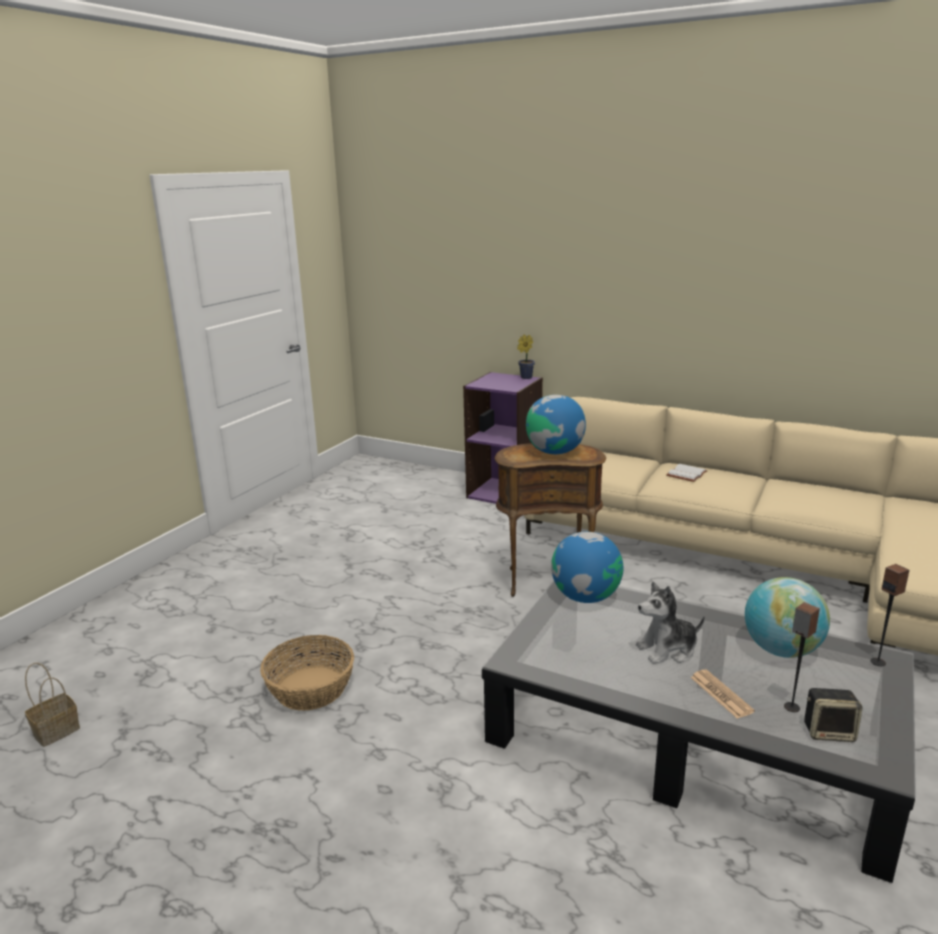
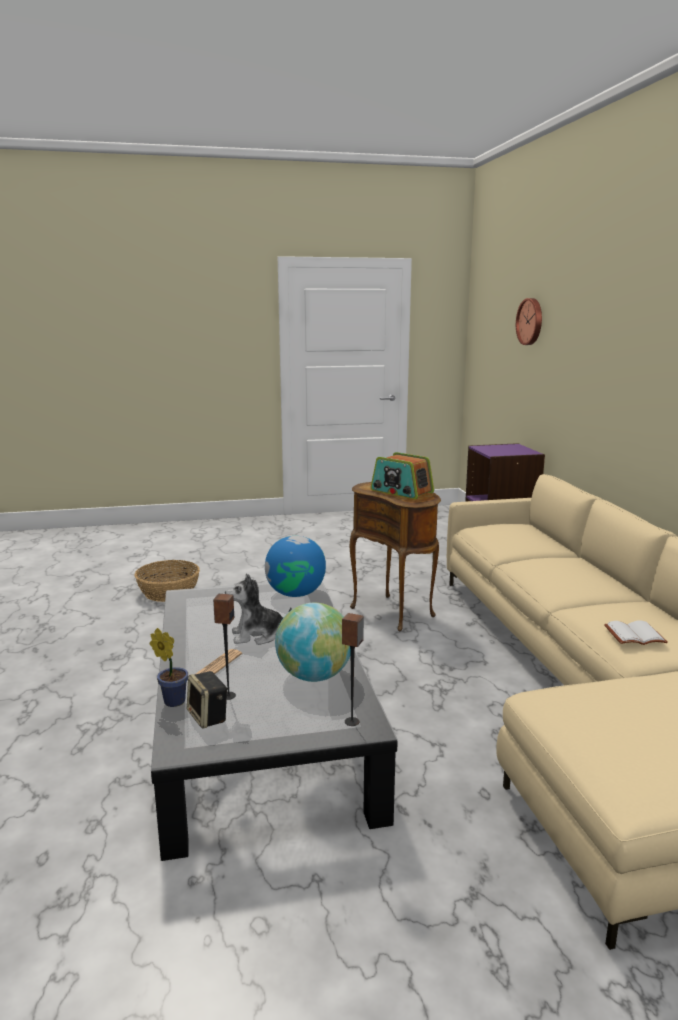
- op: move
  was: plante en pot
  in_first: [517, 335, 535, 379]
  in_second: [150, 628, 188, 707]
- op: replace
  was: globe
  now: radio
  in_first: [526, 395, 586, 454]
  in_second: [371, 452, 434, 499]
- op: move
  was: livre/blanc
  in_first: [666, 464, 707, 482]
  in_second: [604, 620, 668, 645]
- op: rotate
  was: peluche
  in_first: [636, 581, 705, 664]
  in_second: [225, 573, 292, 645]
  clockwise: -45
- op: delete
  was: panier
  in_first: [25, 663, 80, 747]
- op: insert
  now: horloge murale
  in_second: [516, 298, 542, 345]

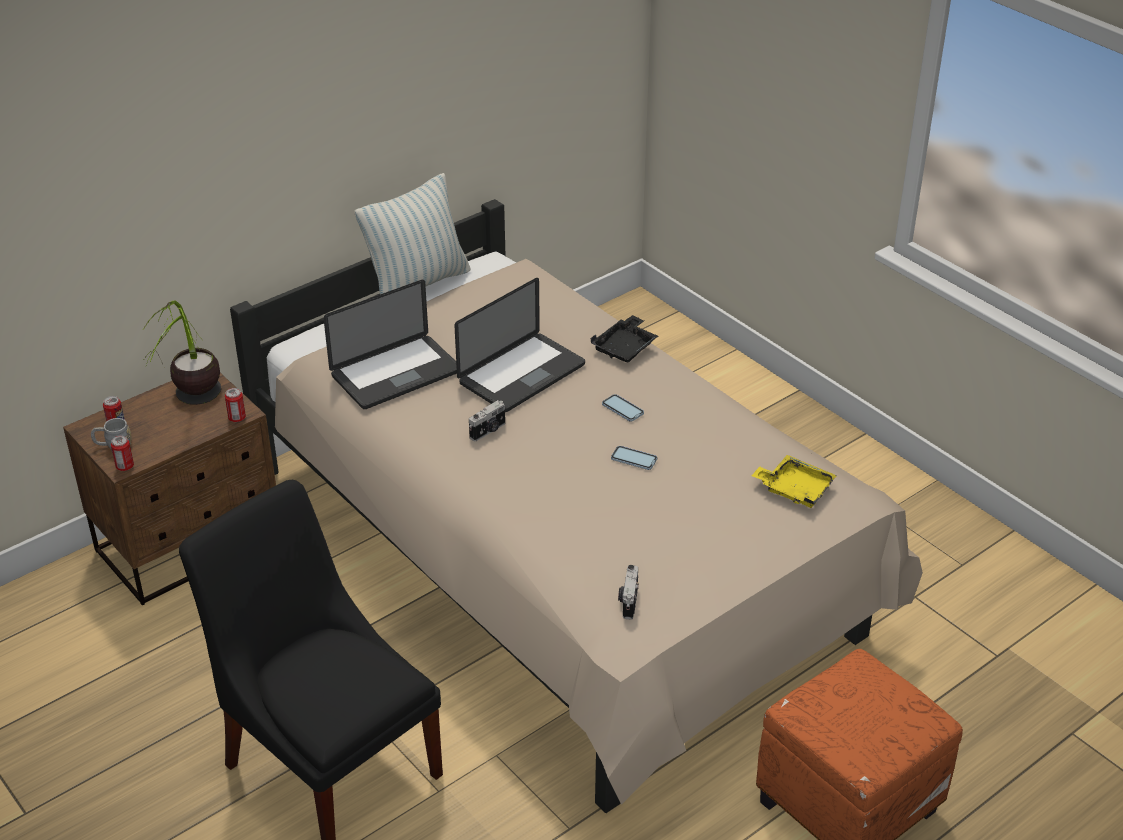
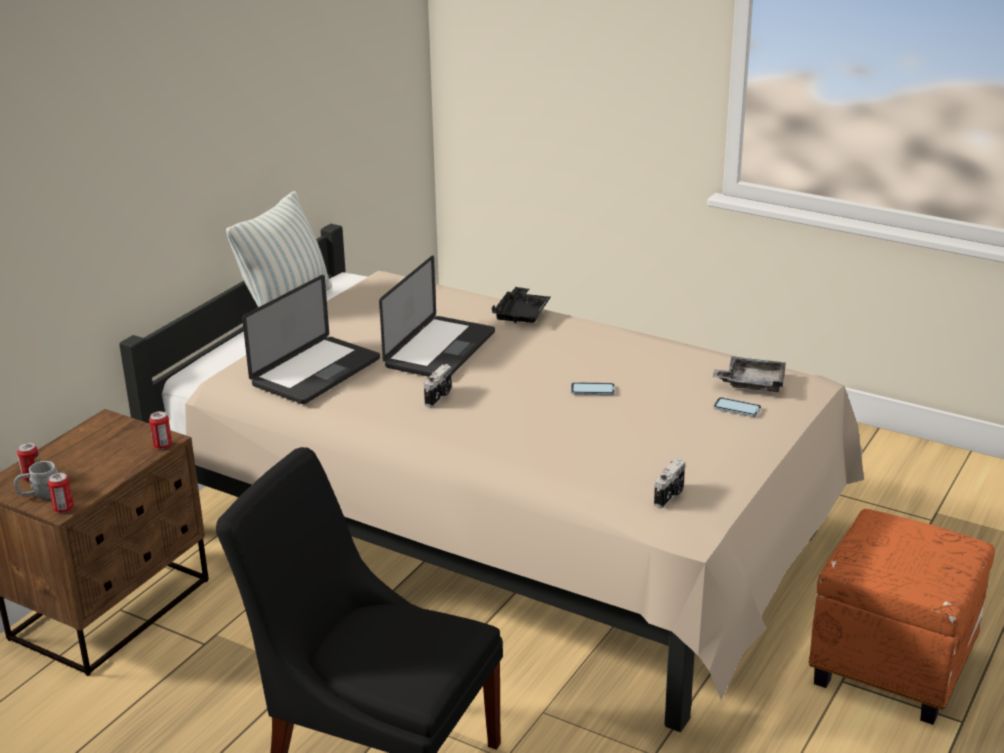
- op: delete
  was: plante en pot
  in_first: [143, 300, 221, 405]
- op: move
  was: téléphone
  in_first: [602, 394, 644, 422]
  in_second: [713, 397, 761, 417]
- op: recolor
  was: plateau/jaune
  now: plateau/gris
  in_first: [751, 455, 837, 508]
  in_second: [713, 356, 786, 392]
- op: rotate
  was: appareil photo
  in_first: [618, 565, 639, 620]
  in_second: [654, 459, 685, 508]
  clockwise: -135

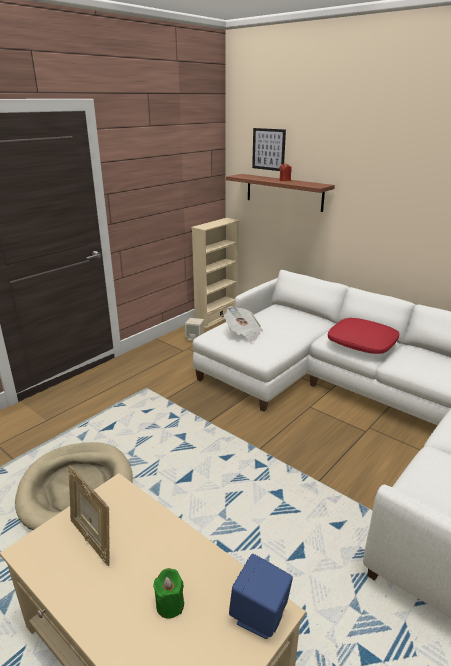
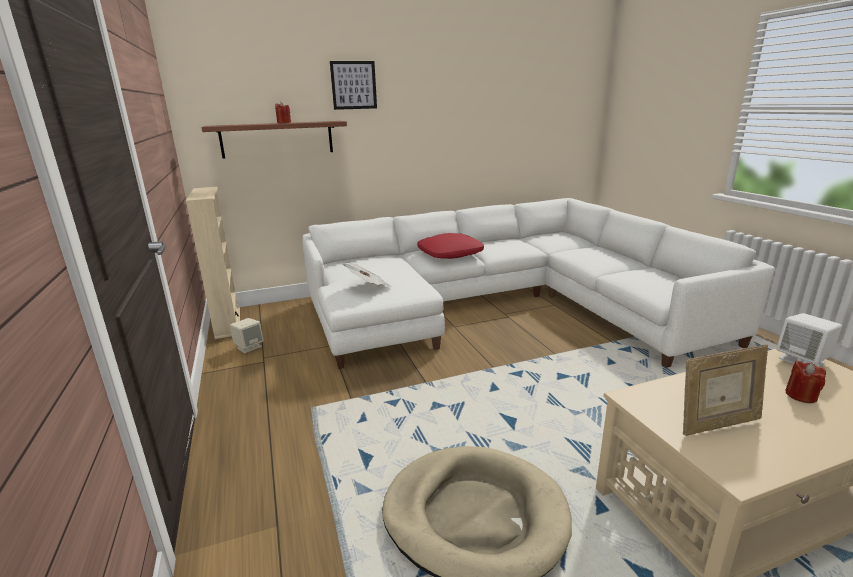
- op: move
  was: tableau
  in_first: [252, 128, 286, 171]
  in_second: [330, 61, 377, 110]
- op: recolor
  was: enceinte/bleu
  now: enceinte/blanc
  in_first: [229, 554, 293, 639]
  in_second: [776, 313, 842, 367]
- op: recolor
  was: bougie/vert
  now: bougie/rouge
  in_first: [153, 568, 184, 619]
  in_second: [785, 360, 826, 403]

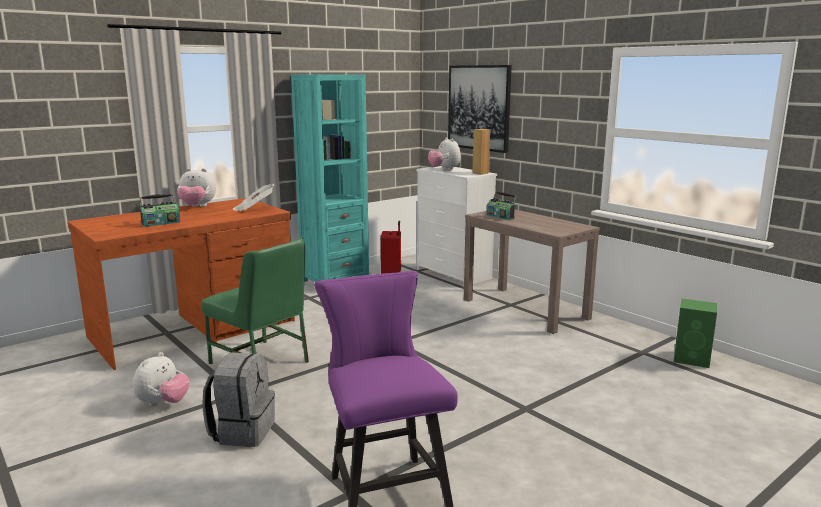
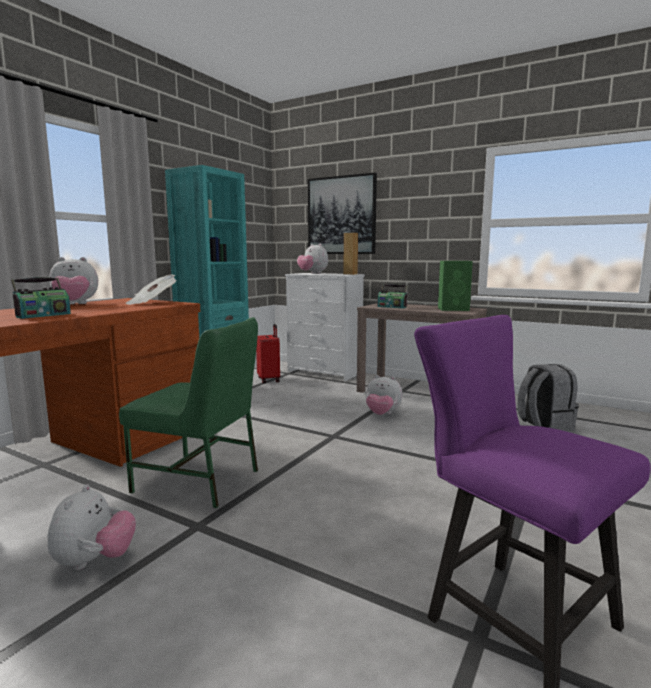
- op: move
  was: enceinte/vert
  in_first: [674, 299, 717, 368]
  in_second: [438, 261, 473, 311]
- op: move
  was: sac à dos/gris
  in_first: [202, 352, 275, 447]
  in_second: [517, 364, 579, 432]
- op: insert
  now: peluche
  in_second: [366, 375, 403, 415]

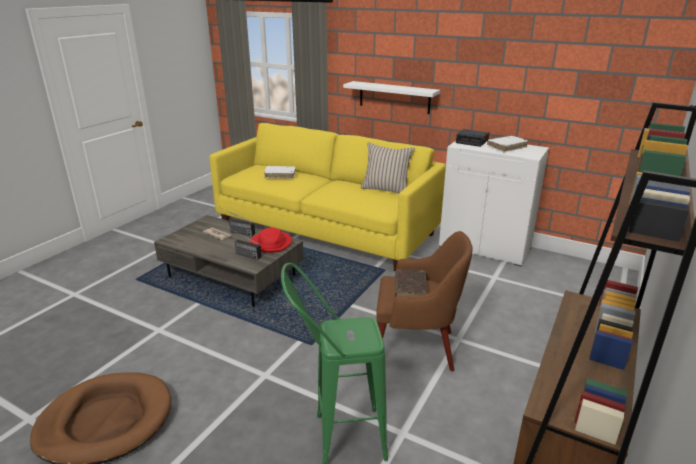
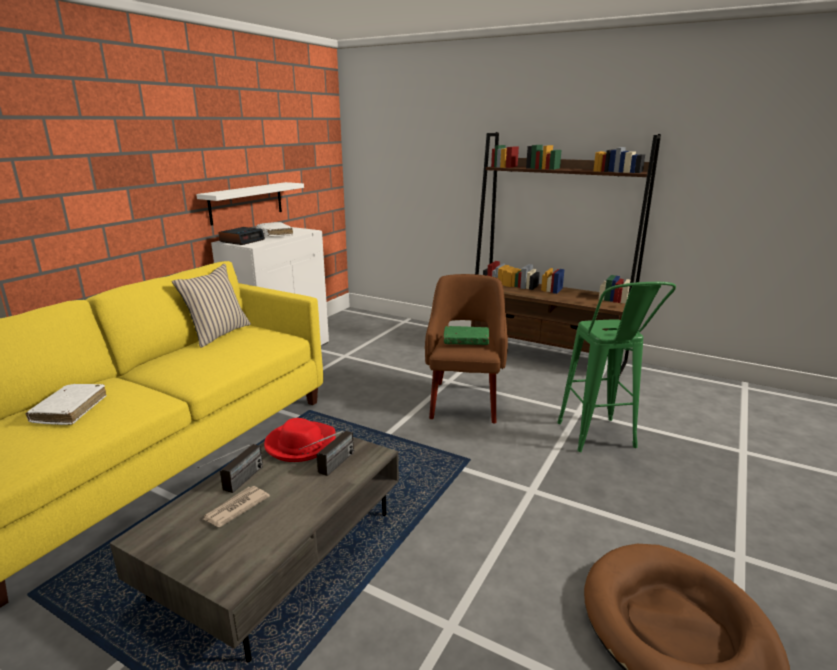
- op: move
  was: étagère/blanc
  in_first: [343, 81, 440, 114]
  in_second: [196, 182, 304, 226]
- op: recolor
  was: livre/marron
  now: livre/vert
  in_first: [395, 269, 427, 298]
  in_second: [444, 326, 489, 345]

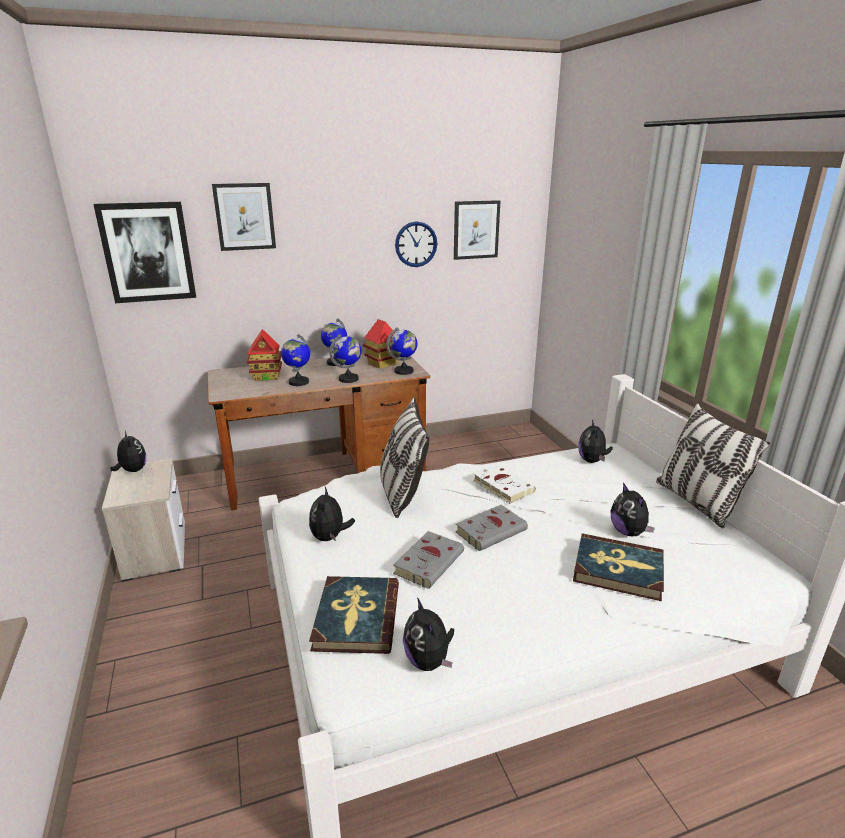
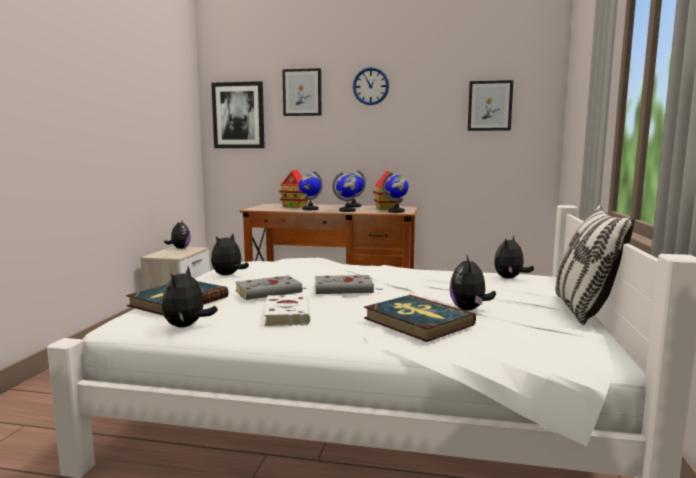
- op: move
  was: horloge murale
  in_first: [395, 221, 437, 267]
  in_second: [353, 67, 389, 105]
- op: delete
  was: coussin
  in_first: [380, 397, 429, 518]
- op: move
  was: livre/blanc
  in_first: [473, 464, 536, 504]
  in_second: [264, 294, 310, 326]

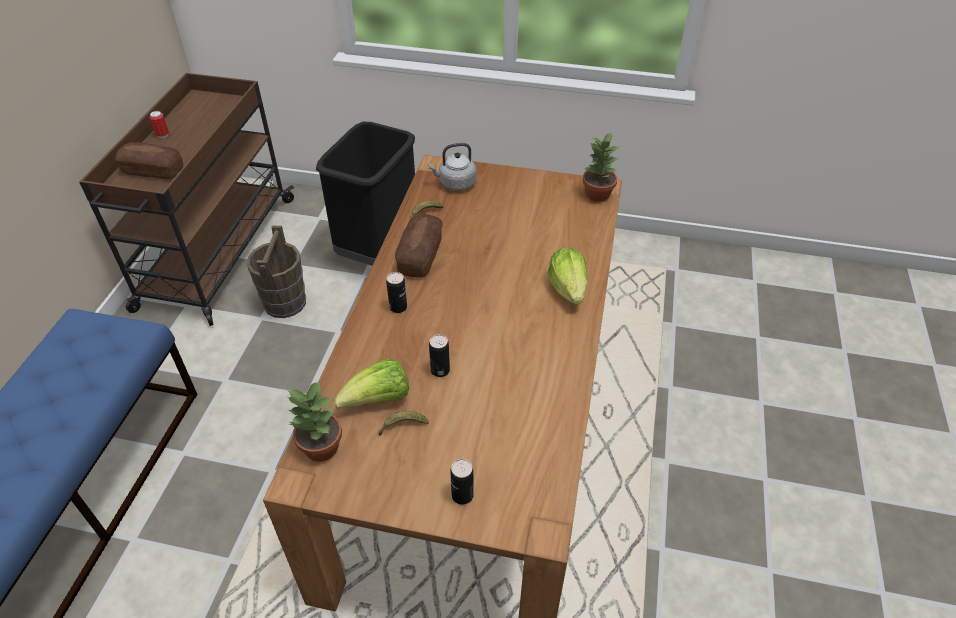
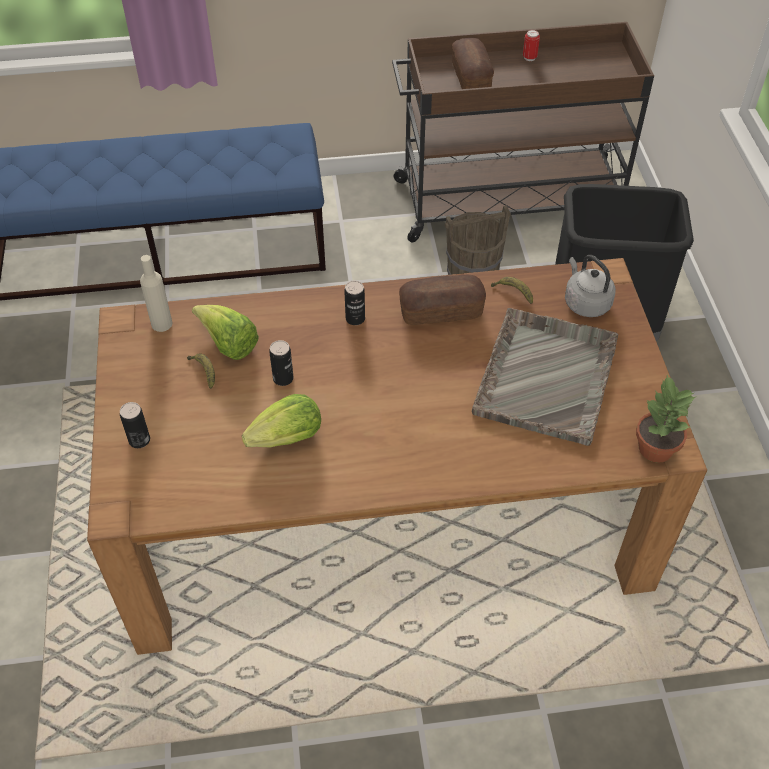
- op: move
  was: laitue
  in_first: [548, 247, 587, 305]
  in_second: [242, 394, 321, 448]
- op: replace
  was: plante en pot
  now: bouteille/beige
  in_first: [287, 381, 342, 462]
  in_second: [140, 255, 172, 332]
- op: insert
  now: plateau/gris
  in_second: [472, 308, 618, 446]

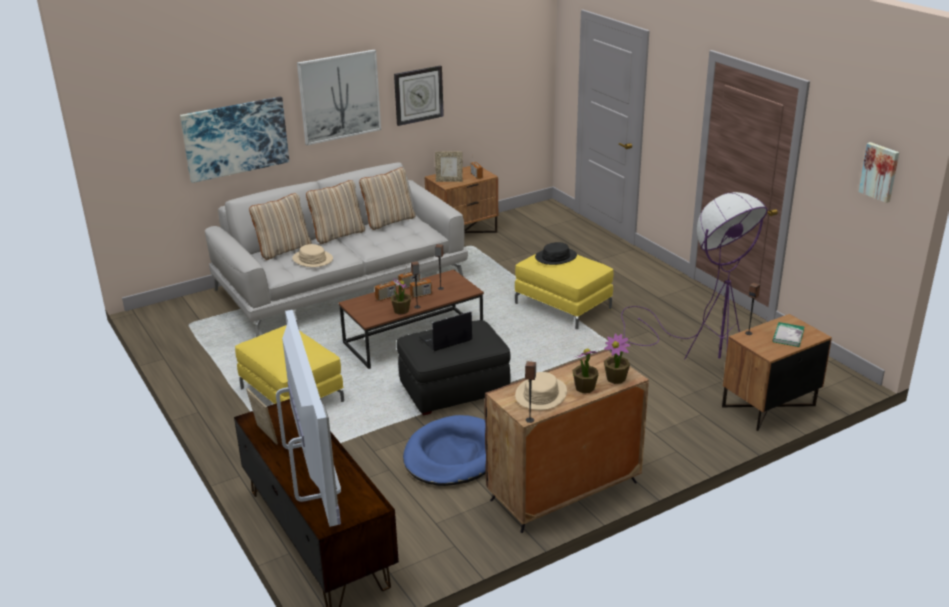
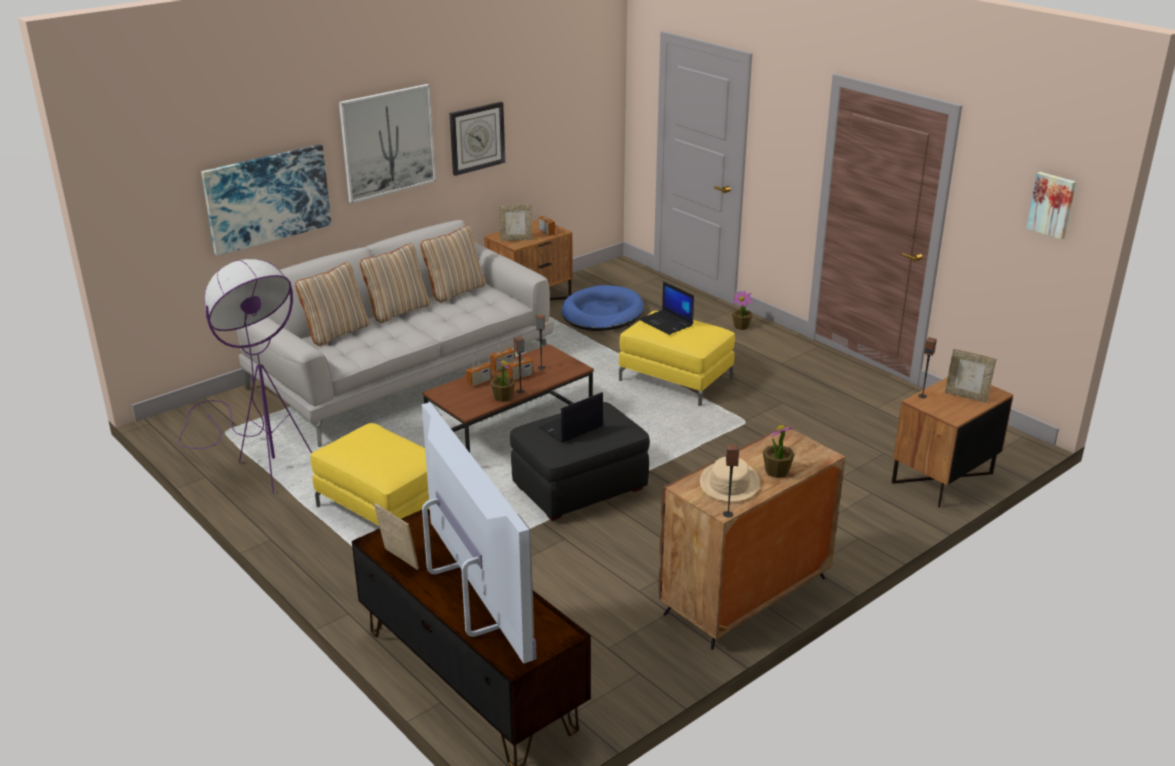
- op: move
  was: lampadaire/violet
  in_first: [621, 192, 768, 360]
  in_second: [178, 259, 312, 494]
- op: replace
  was: chapeau/noir
  now: ordinateur portable
  in_first: [535, 242, 577, 265]
  in_second: [639, 281, 694, 335]
- op: delete
  was: chapeau/beige
  in_first: [292, 244, 333, 267]
- op: replace
  was: livre
  now: cadre photo
  in_first: [773, 322, 804, 347]
  in_second: [945, 349, 996, 403]
- op: move
  was: plante en pot
  in_first: [604, 333, 630, 384]
  in_second: [732, 291, 753, 330]
- op: move
  was: panier pour chien/bleu
  in_first: [403, 415, 486, 486]
  in_second: [562, 285, 644, 331]

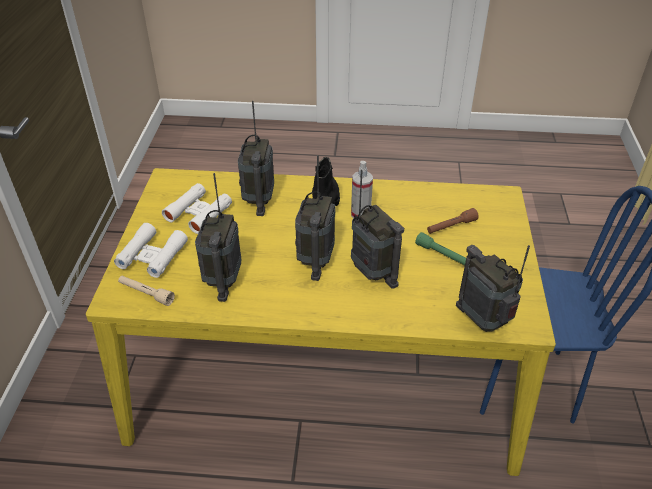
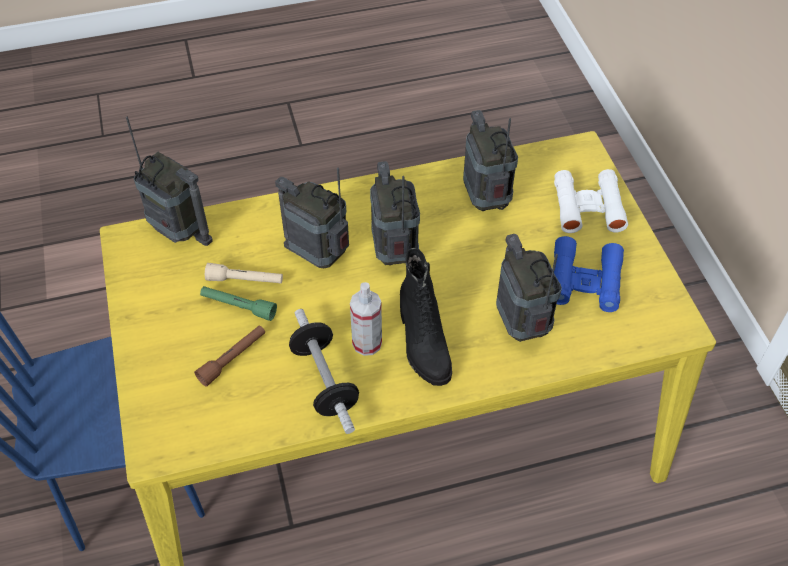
- op: recolor
  was: jumelles/blanc
  now: jumelles/bleu
  in_first: [162, 183, 232, 234]
  in_second: [554, 236, 624, 312]
- op: move
  was: lampe de poche/beige
  in_first: [118, 276, 175, 306]
  in_second: [205, 263, 283, 283]
- op: insert
  now: haltère
  in_second: [289, 309, 359, 434]

